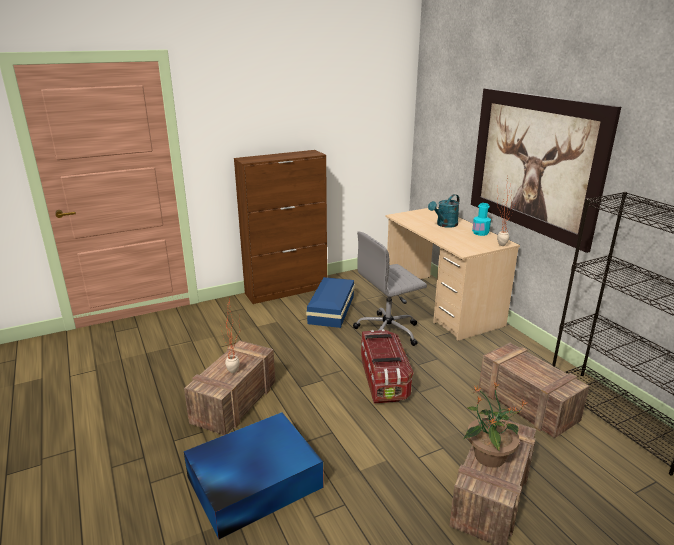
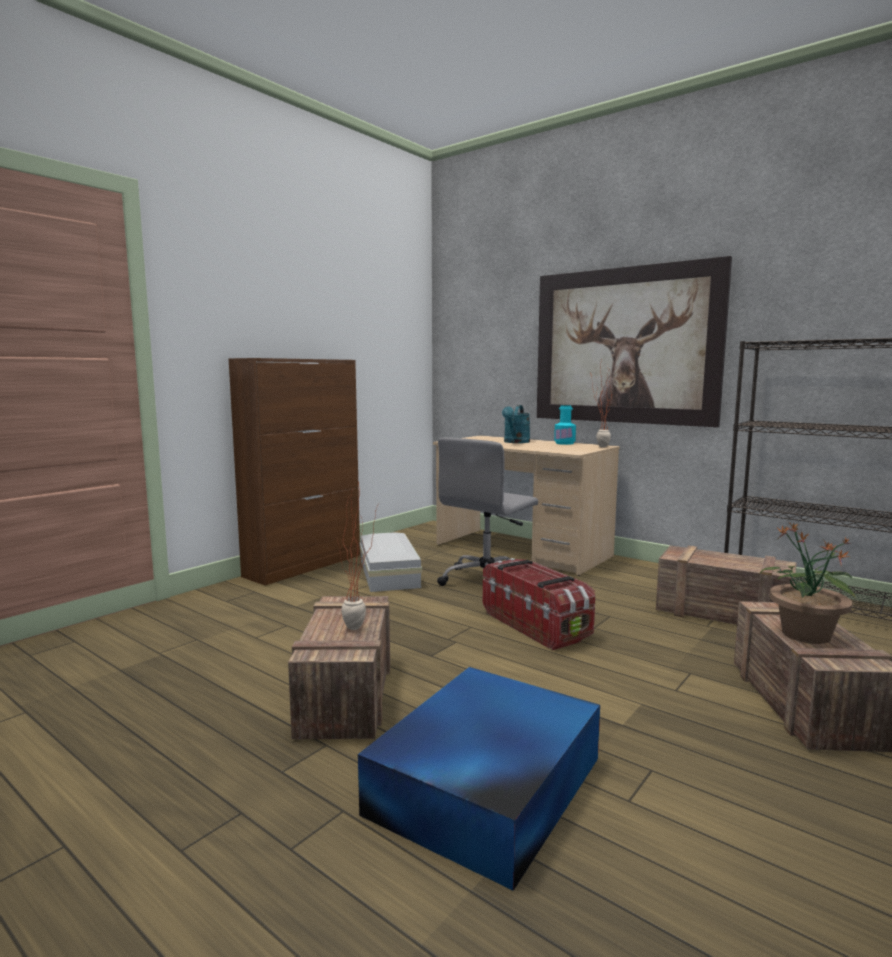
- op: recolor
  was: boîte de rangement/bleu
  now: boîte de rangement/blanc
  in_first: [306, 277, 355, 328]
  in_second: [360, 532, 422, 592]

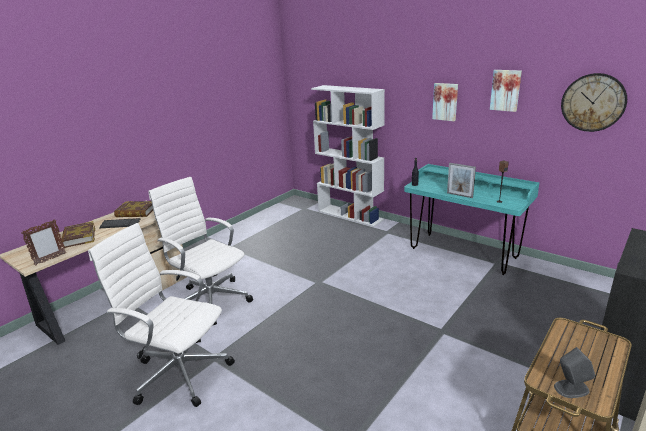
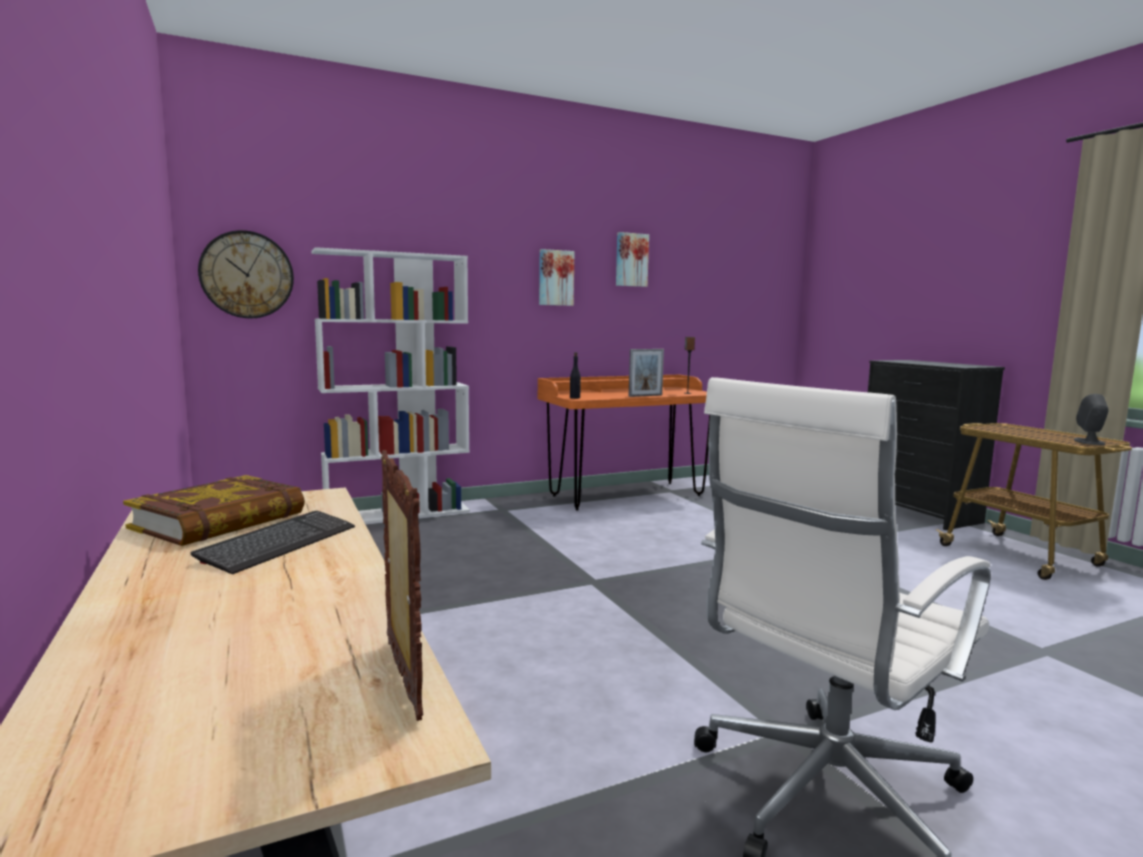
- op: move
  was: horloge murale
  in_first: [561, 73, 627, 132]
  in_second: [198, 230, 294, 318]
- op: recolor
  was: bureau/turquoise
  now: bureau/orange
  in_first: [404, 164, 540, 275]
  in_second: [537, 374, 710, 511]
- op: delete
  was: chaise de bureau/blanc
  in_first: [148, 177, 253, 326]
- op: delete
  was: livre
  in_first: [61, 221, 95, 248]

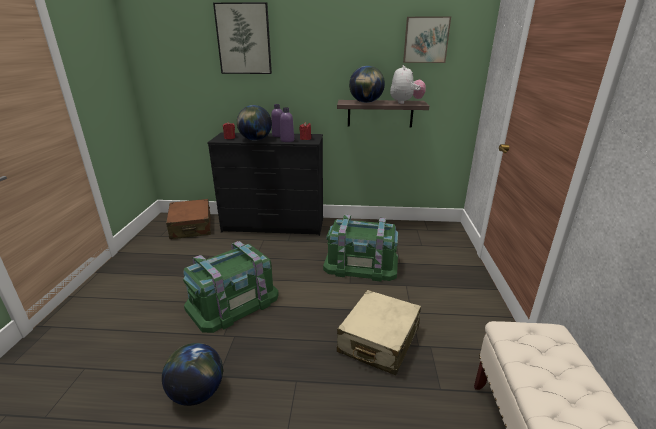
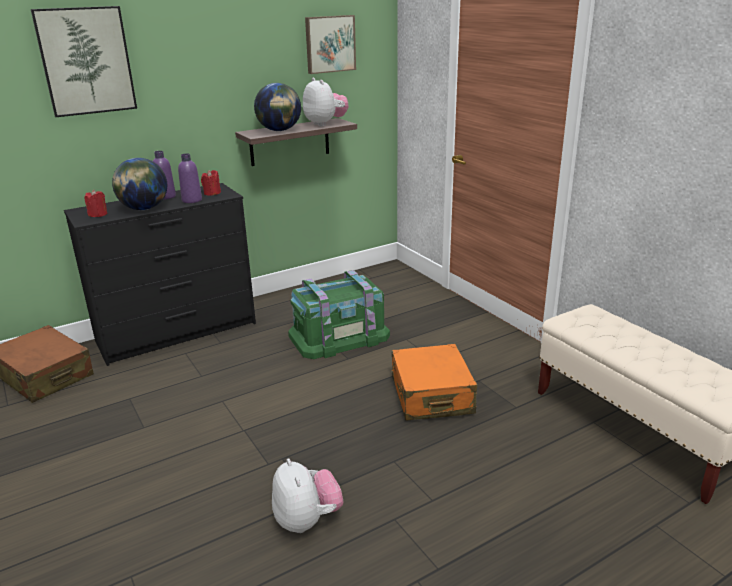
- op: delete
  was: boîte de rangement/vert
  in_first: [183, 241, 279, 333]
- op: recolor
  was: valise/beige
  now: valise/orange
  in_first: [337, 290, 421, 375]
  in_second: [391, 344, 477, 420]
- op: replace
  was: globe
  now: peluche
  in_first: [162, 343, 223, 406]
  in_second: [272, 458, 344, 533]

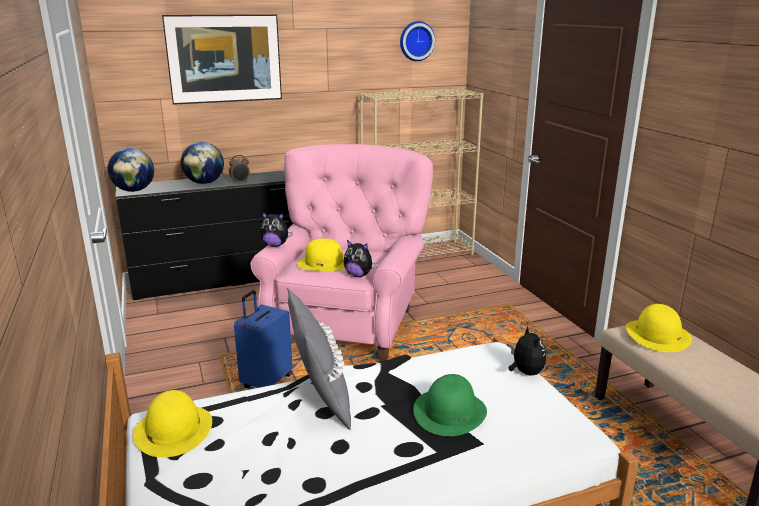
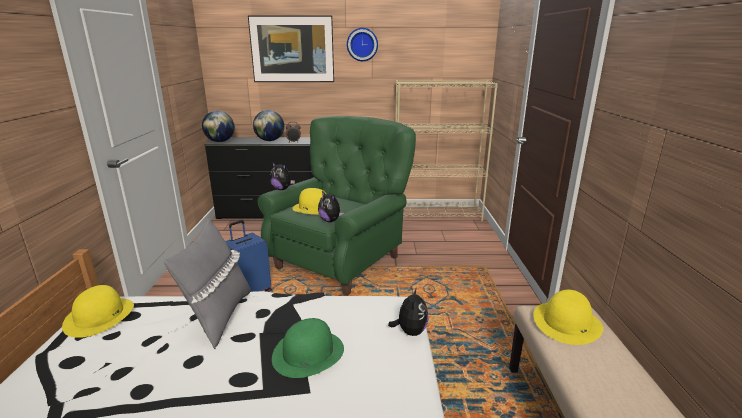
- op: move
  was: horloge murale
  in_first: [400, 21, 435, 61]
  in_second: [347, 28, 378, 61]
- op: recolor
  was: fauteuil/rose
  now: fauteuil/vert
  in_first: [250, 144, 433, 362]
  in_second: [258, 116, 416, 296]

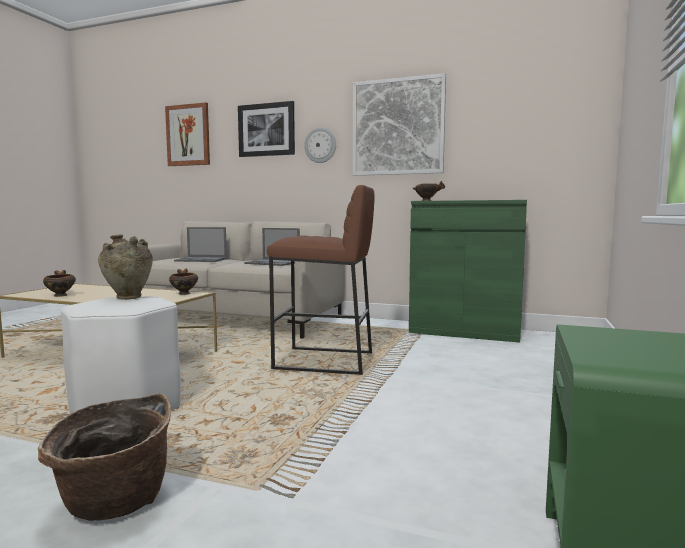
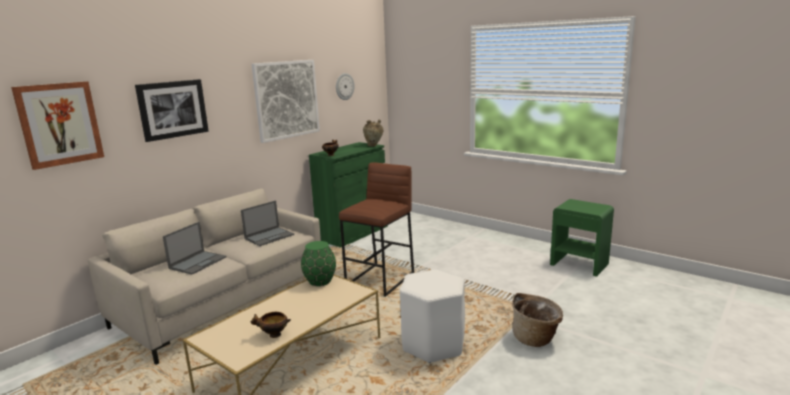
- op: move
  was: horloge murale
  in_first: [304, 127, 336, 163]
  in_second: [336, 73, 355, 100]
- op: move
  was: vase/beige
  in_first: [98, 234, 153, 300]
  in_second: [363, 120, 383, 147]
- op: replace
  was: bol
  now: vase/vert
  in_first: [169, 269, 198, 295]
  in_second: [301, 241, 336, 286]

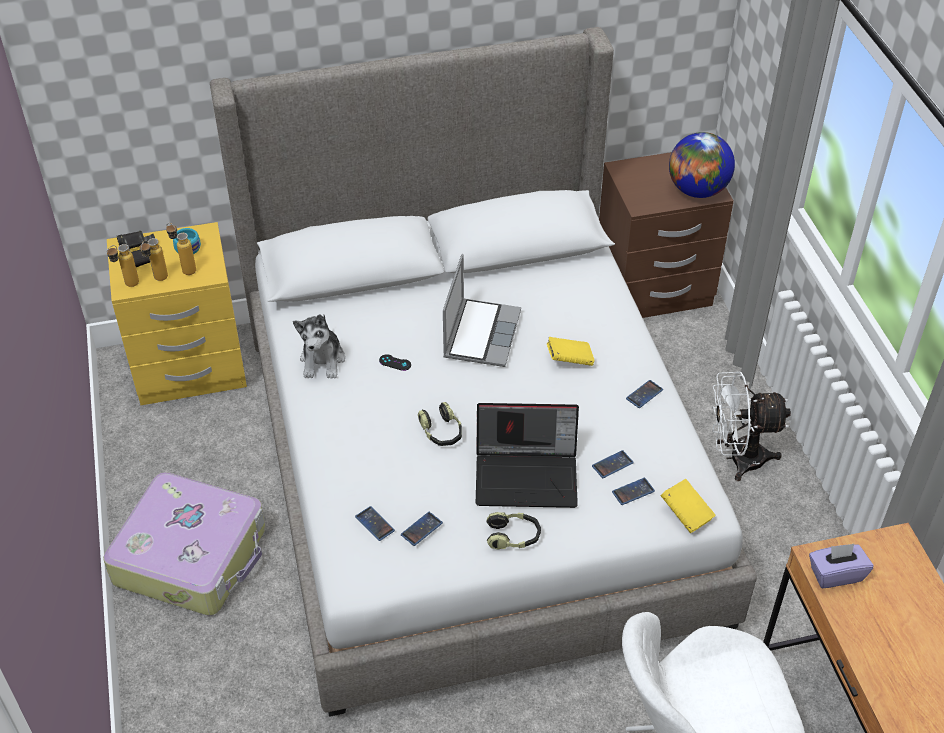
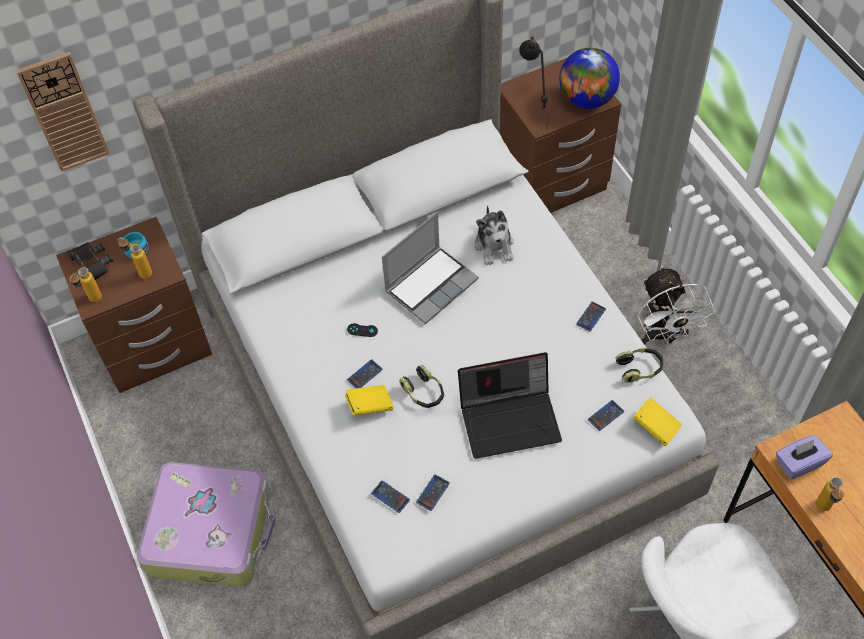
- op: recolor
  was: table de chevet/jaune
  now: table de chevet/marron
  in_first: [107, 222, 247, 405]
  in_second: [56, 217, 212, 393]
- op: move
  was: bouteille
  in_first: [139, 238, 168, 281]
  in_second: [816, 477, 844, 511]
- op: rotate
  was: ordinateur portable
  in_first: [443, 254, 521, 367]
  in_second: [382, 212, 479, 324]
  clockwise: 45
- op: move
  was: peluche
  in_first: [293, 314, 345, 379]
  in_second: [475, 205, 514, 265]
- op: move
  was: livre/jaune
  in_first: [547, 337, 594, 366]
  in_second: [345, 385, 393, 416]
- op: rotate
  was: ventilateur/blanc
  in_first: [711, 371, 791, 481]
  in_second: [638, 266, 715, 345]
  clockwise: -90
- op: move
  was: téléphone
  in_first: [592, 450, 634, 478]
  in_second: [347, 359, 383, 389]
- op: move
  was: casque audio
  in_first: [486, 512, 541, 550]
  in_second: [615, 348, 663, 383]
- op: insert
  now: lampe de table/noir
  in_second: [519, 36, 552, 131]
- op: insert
  now: horloge murale
  in_second: [16, 52, 110, 172]

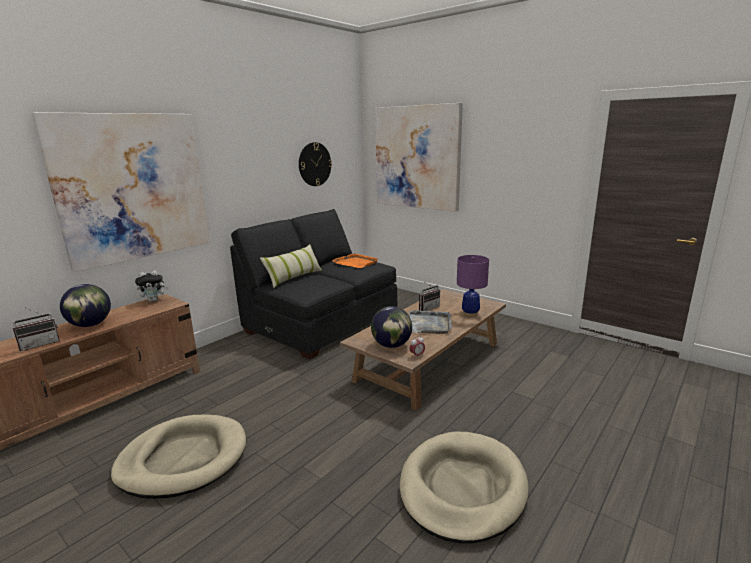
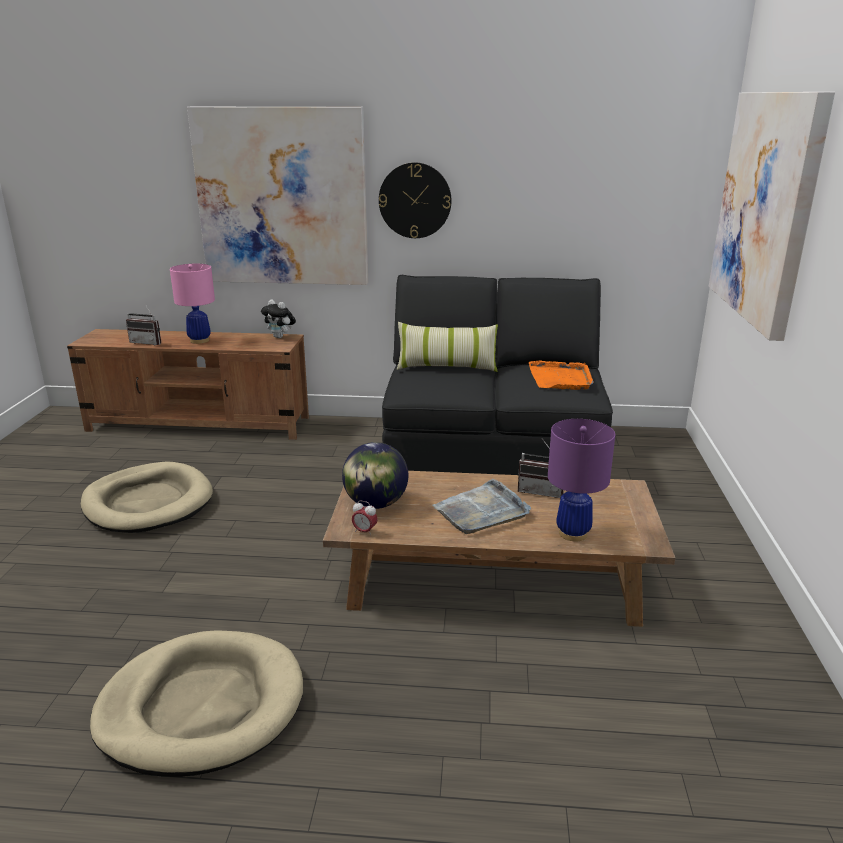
- op: move
  was: horloge murale
  in_first: [299, 142, 332, 186]
  in_second: [379, 163, 452, 238]
- op: replace
  was: globe
  now: lampe de table/rose
  in_first: [60, 284, 111, 327]
  in_second: [170, 264, 215, 344]

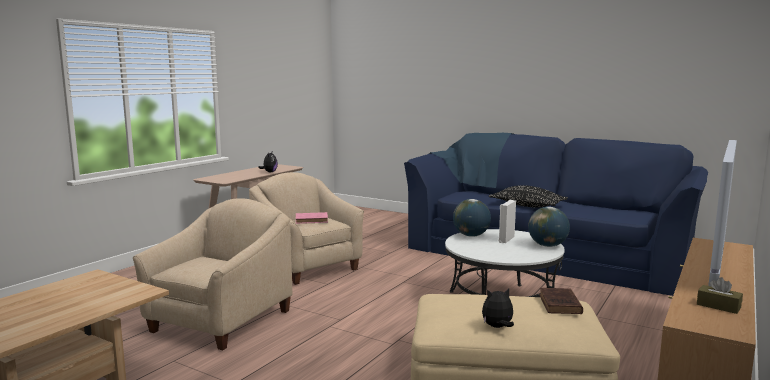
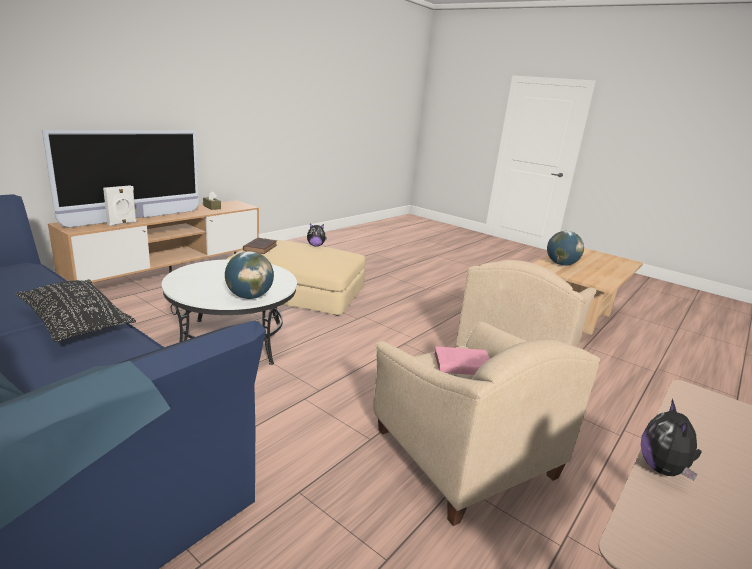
- op: move
  was: enceinte/blanc
  in_first: [498, 200, 516, 243]
  in_second: [103, 185, 137, 226]
- op: move
  was: globe
  in_first: [528, 207, 570, 247]
  in_second: [547, 231, 584, 266]

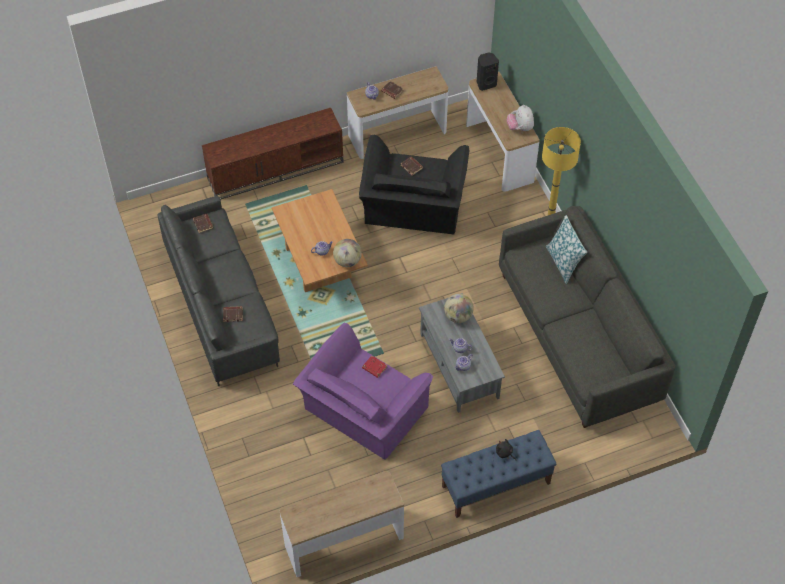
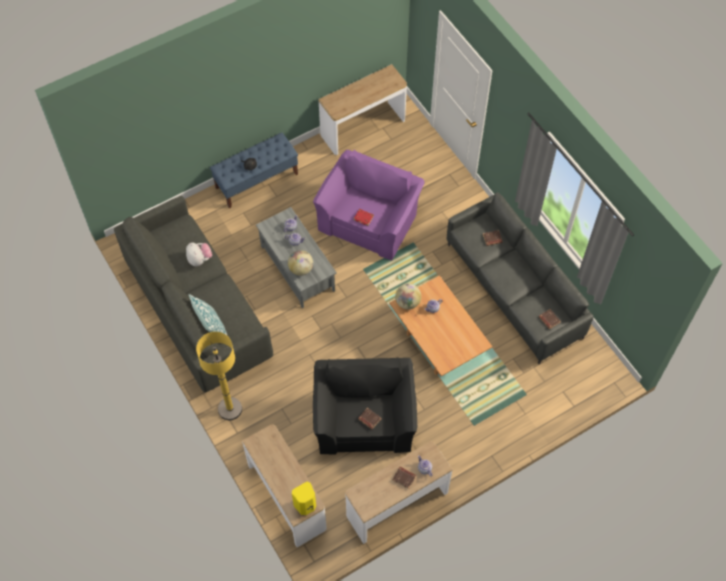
- op: recolor
  was: enceinte/noir
  now: enceinte/jaune
  in_first: [477, 52, 499, 91]
  in_second: [292, 482, 316, 515]
- op: move
  was: peluche
  in_first: [507, 105, 534, 131]
  in_second: [186, 243, 212, 266]
- op: delete
  was: meuble télé/marron
  in_first: [202, 108, 344, 200]

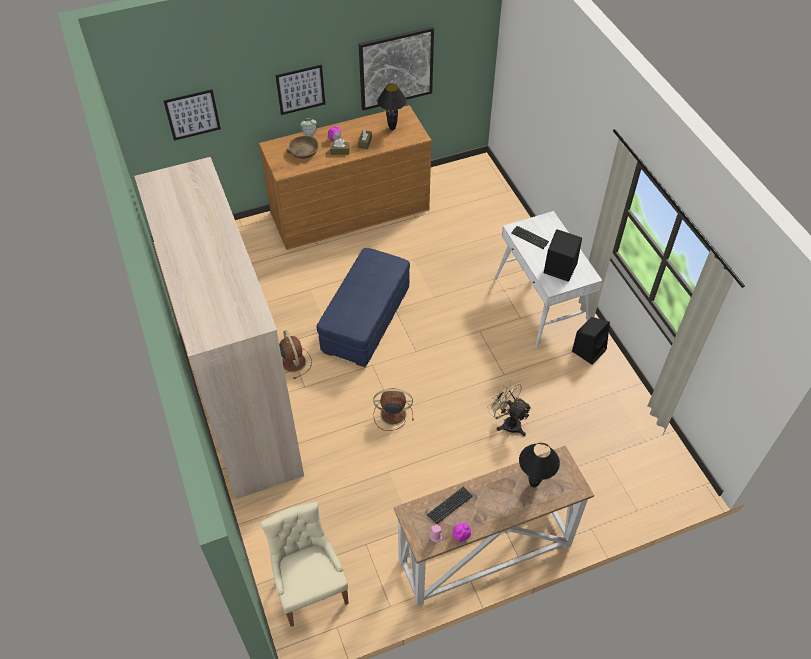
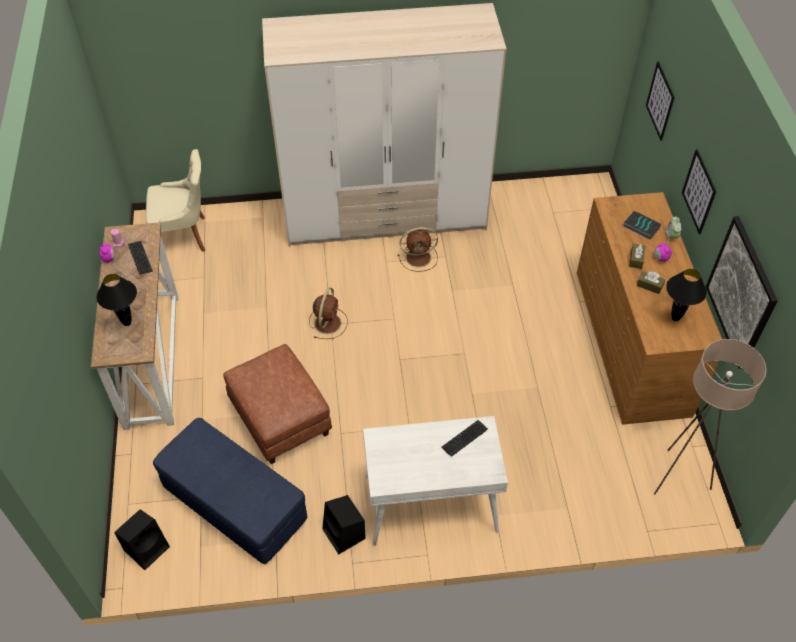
- op: replace
  was: bol/marron
  now: livre
  in_first: [287, 136, 318, 159]
  in_second: [623, 211, 661, 240]
- op: move
  was: enceinte/noir
  in_first: [544, 229, 582, 282]
  in_second: [114, 509, 170, 570]
- op: move
  was: pouf/bleu
  in_first: [317, 248, 410, 367]
  in_second: [153, 418, 308, 564]
- op: replace
  was: ventilateur/beige
  now: pouf/marron
  in_first: [487, 379, 532, 436]
  in_second: [223, 344, 332, 464]
- op: insert
  now: lampadaire/beige
  in_second: [654, 339, 766, 494]

